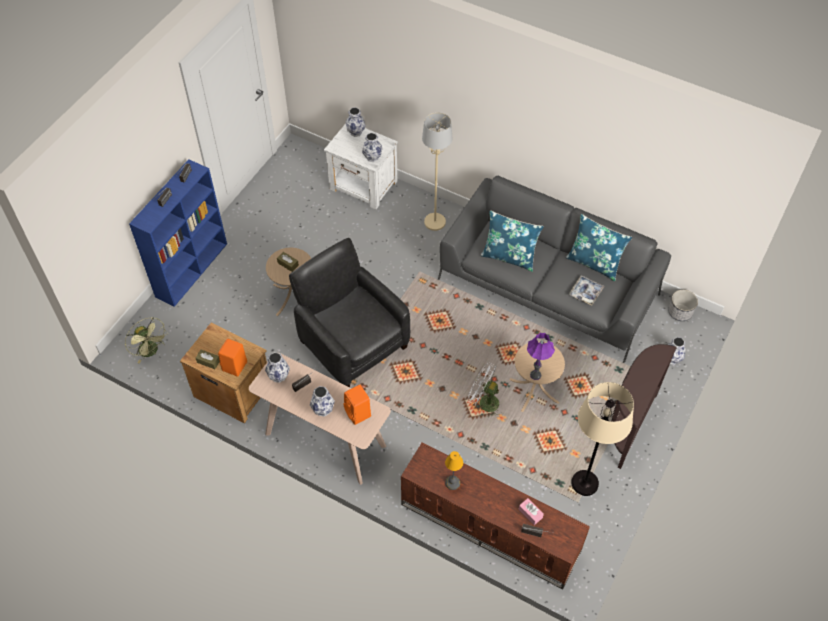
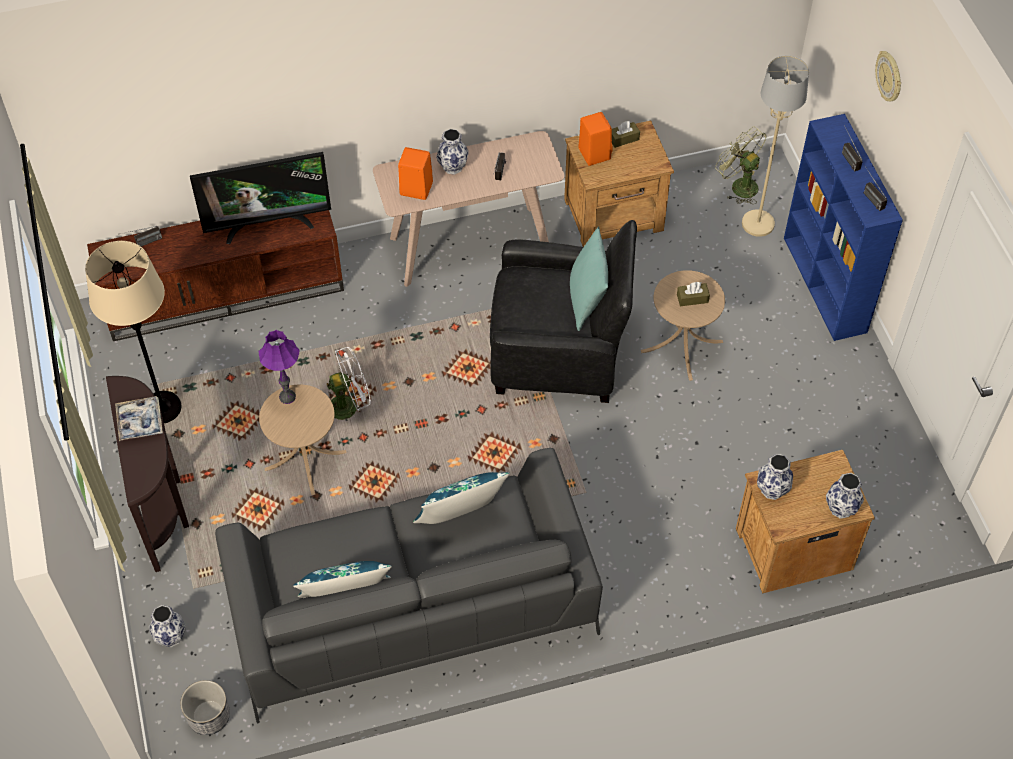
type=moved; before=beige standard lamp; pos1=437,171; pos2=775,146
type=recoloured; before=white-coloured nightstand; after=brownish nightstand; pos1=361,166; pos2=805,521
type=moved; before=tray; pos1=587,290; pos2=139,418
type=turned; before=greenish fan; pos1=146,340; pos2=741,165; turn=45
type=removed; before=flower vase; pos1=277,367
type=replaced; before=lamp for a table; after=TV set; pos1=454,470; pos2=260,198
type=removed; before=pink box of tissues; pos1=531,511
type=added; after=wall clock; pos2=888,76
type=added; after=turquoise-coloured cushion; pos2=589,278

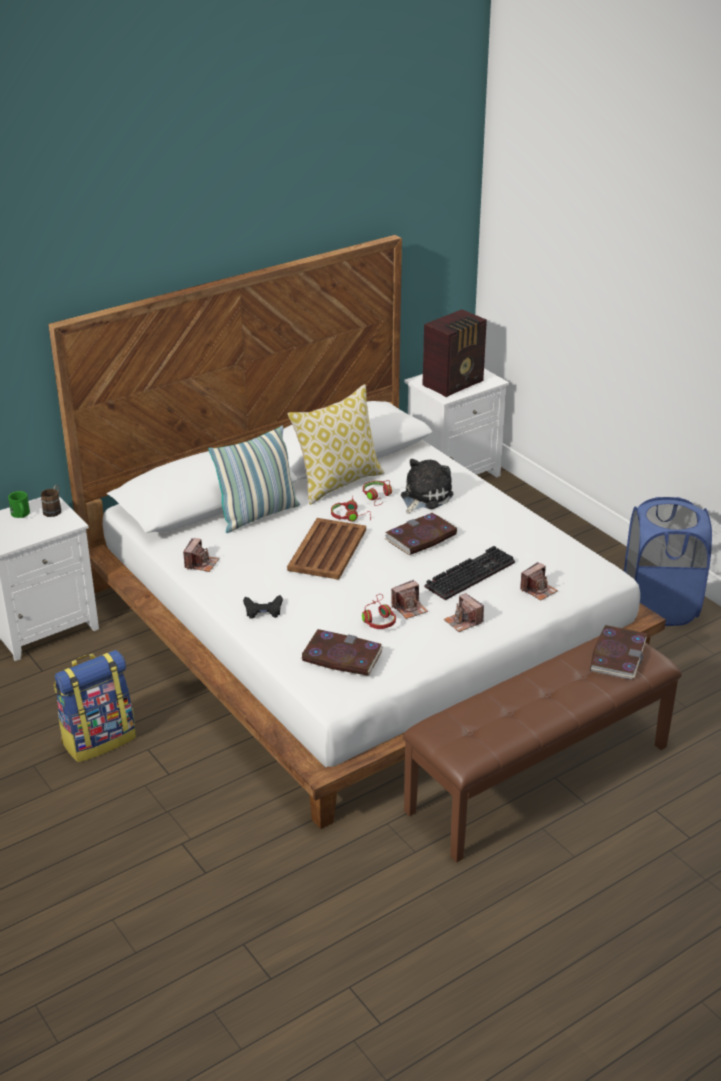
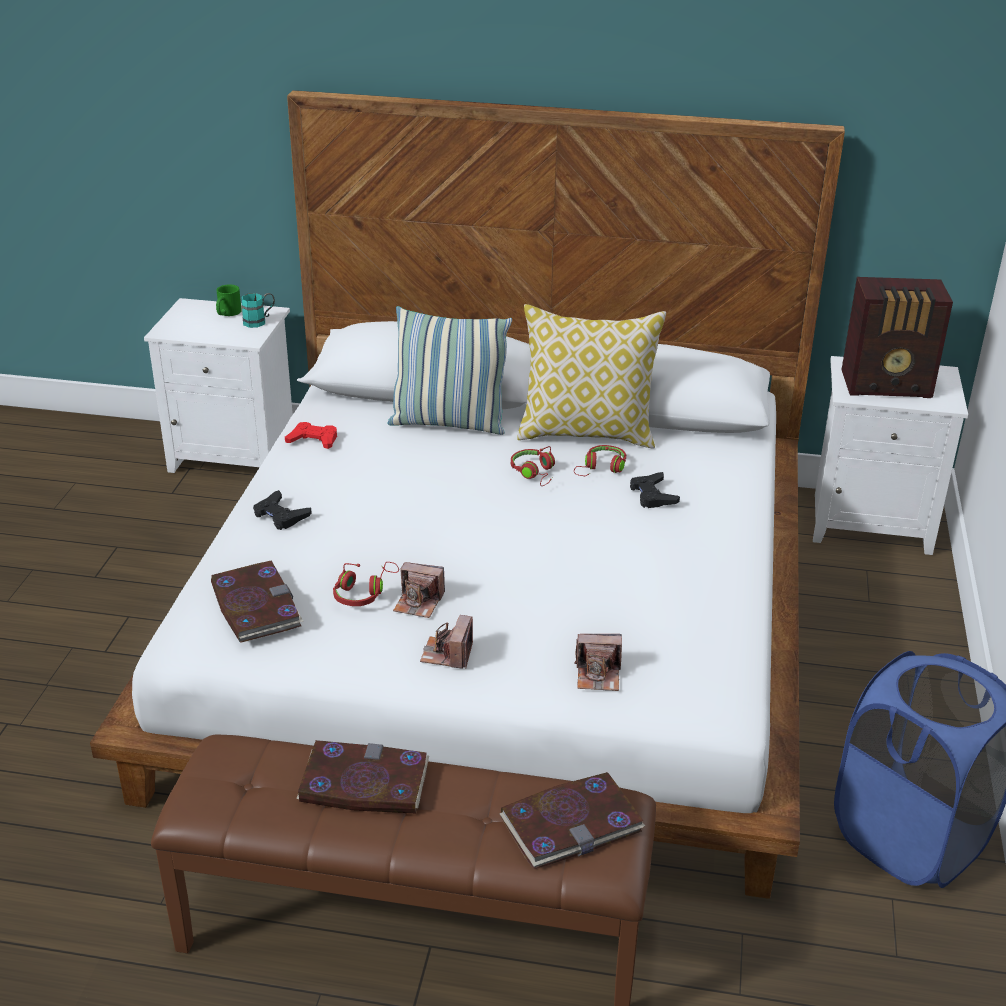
type=replaced; before=plush toy; after=black game controller; pos1=427,486; pos2=655,490
type=recoloured; before=brownish coffee mug; after=turquoise-coloured coffee mug; pos1=51,501; pos2=258,310
type=moved; before=book; pos1=420,534; pos2=362,776
type=removed; before=brownish tray; pos1=326,549
type=replaced; before=still camera; after=red-coloured game controller; pos1=201,555; pos2=311,435
type=removed; before=computer keyboard; pos1=470,573
type=removed; before=rucksack; pos1=95,706

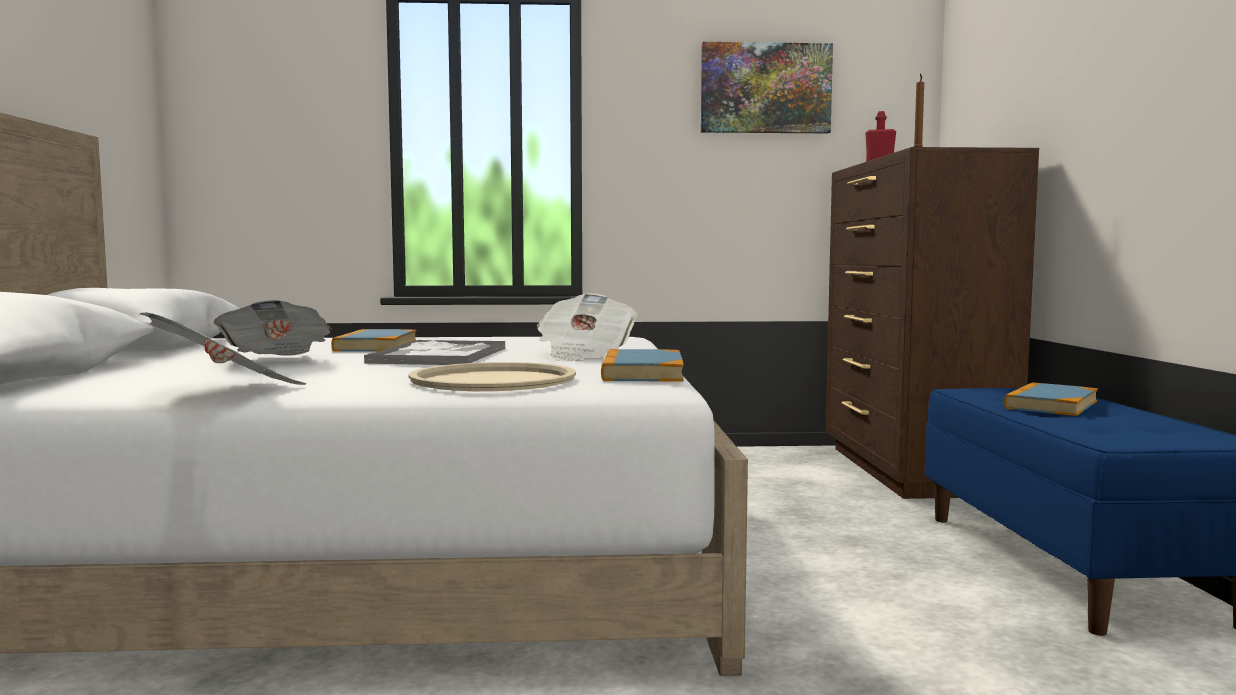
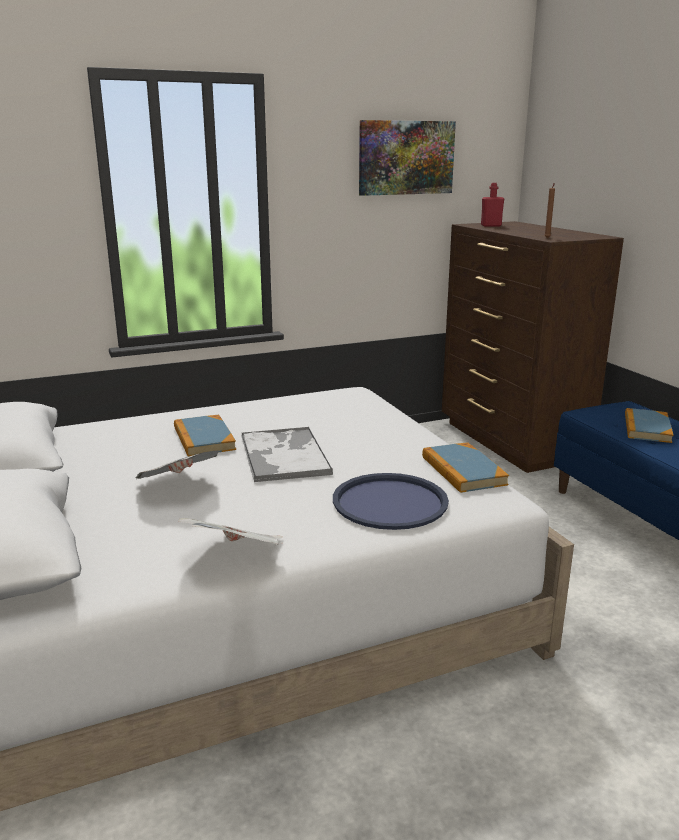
type=removed; before=printed paper; pos1=587,327
type=recoloured; before=beige tray; after=blue tray; pos1=492,376; pos2=391,501

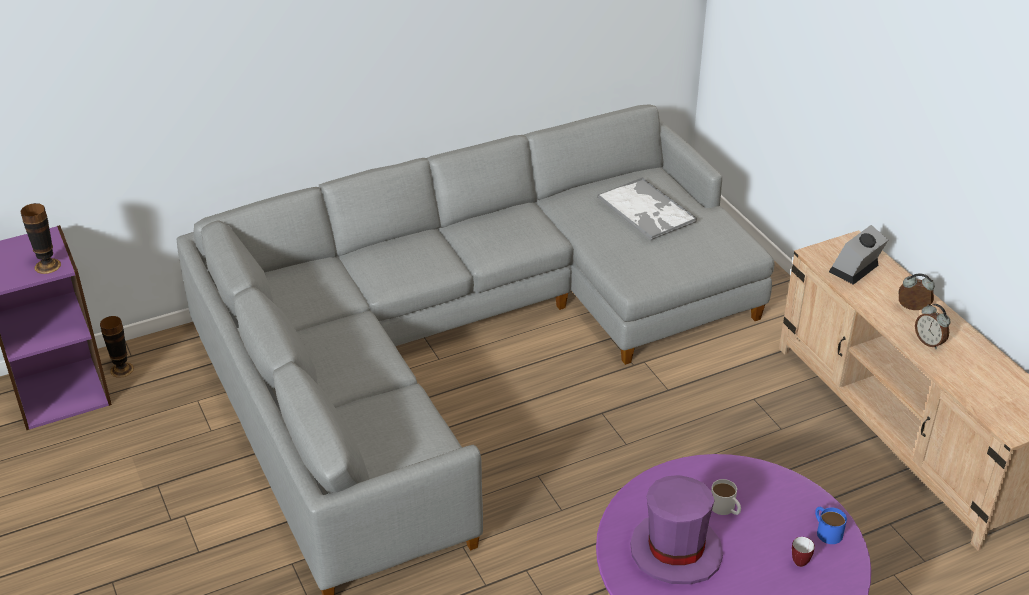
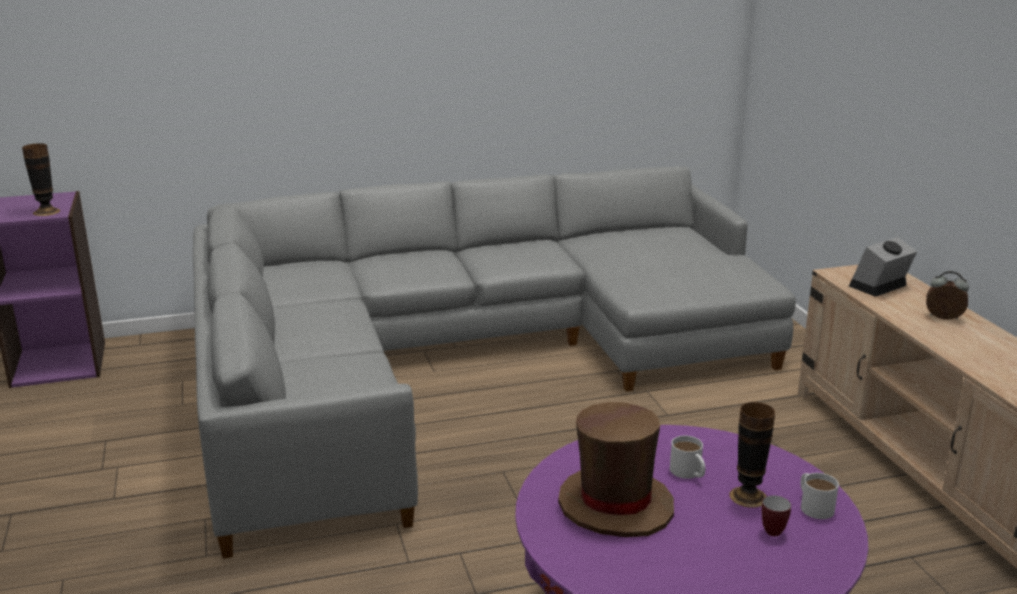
type=removed; before=tray; pos1=647,208
type=removed; before=bedside clock; pos1=933,326
type=moved; before=flower vase; pos1=117,347; pos2=752,455
type=recoloured; before=purple-coloured clothing hat; after=brownish clothing hat; pos1=677,529; pos2=616,469
type=recoloured; before=blue coffee mug; after=white-coloured coffee mug; pos1=831,525; pos2=820,496

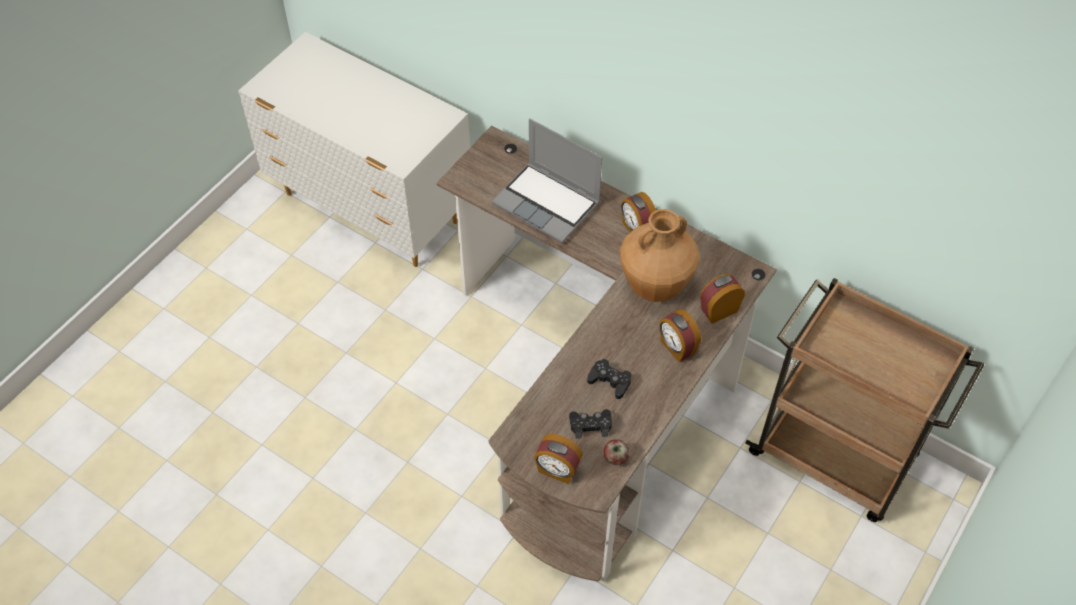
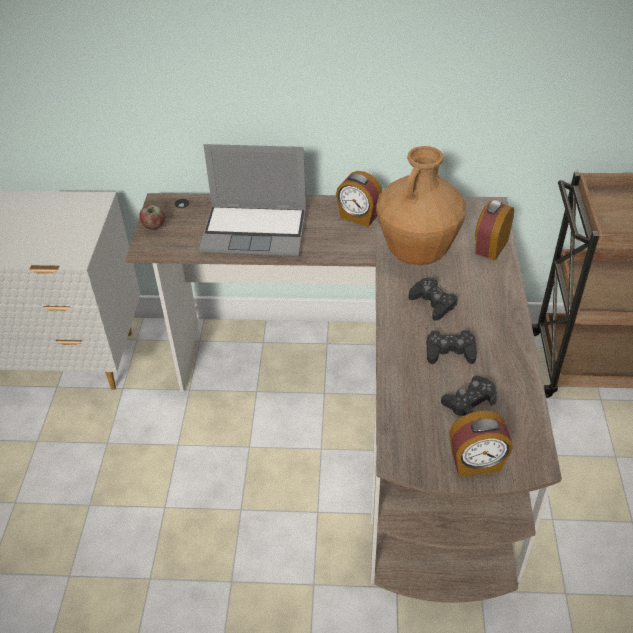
type=removed; before=bedside clock; pos1=680,335
type=moved; before=apple fruit; pos1=617,452; pos2=152,217
type=added; after=black game controller; pos2=433,299

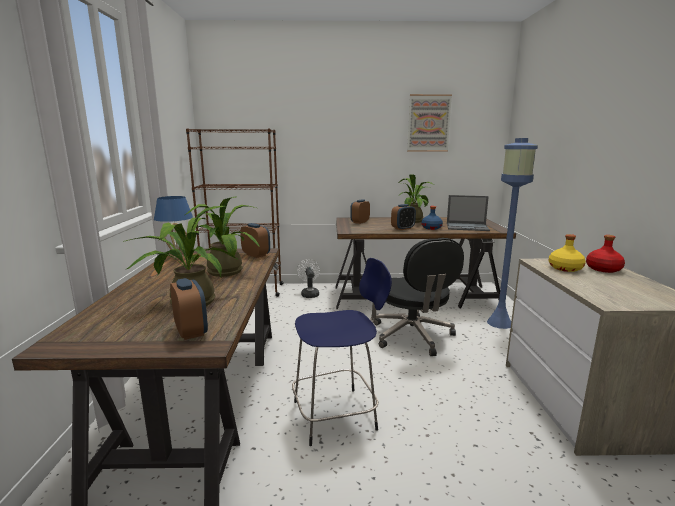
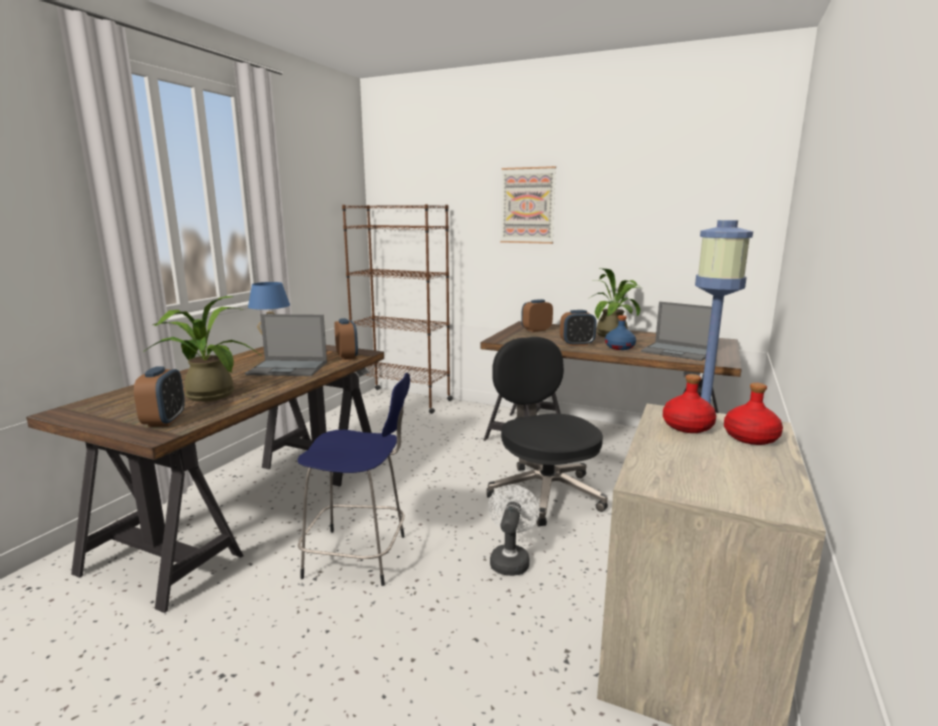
type=moved; before=wall picture; pos1=429,123; pos2=528,205
type=replaced; before=plant in a pot; after=portable computer; pos1=222,236; pos2=286,345
type=recoloured; before=yellow-coloured bottle; after=red-coloured bottle; pos1=567,253; pos2=689,403
type=turned; before=black office chair; pos1=419,297; pos2=547,431; turn=150
type=moved; before=white-coloured fan; pos1=308,278; pos2=514,530

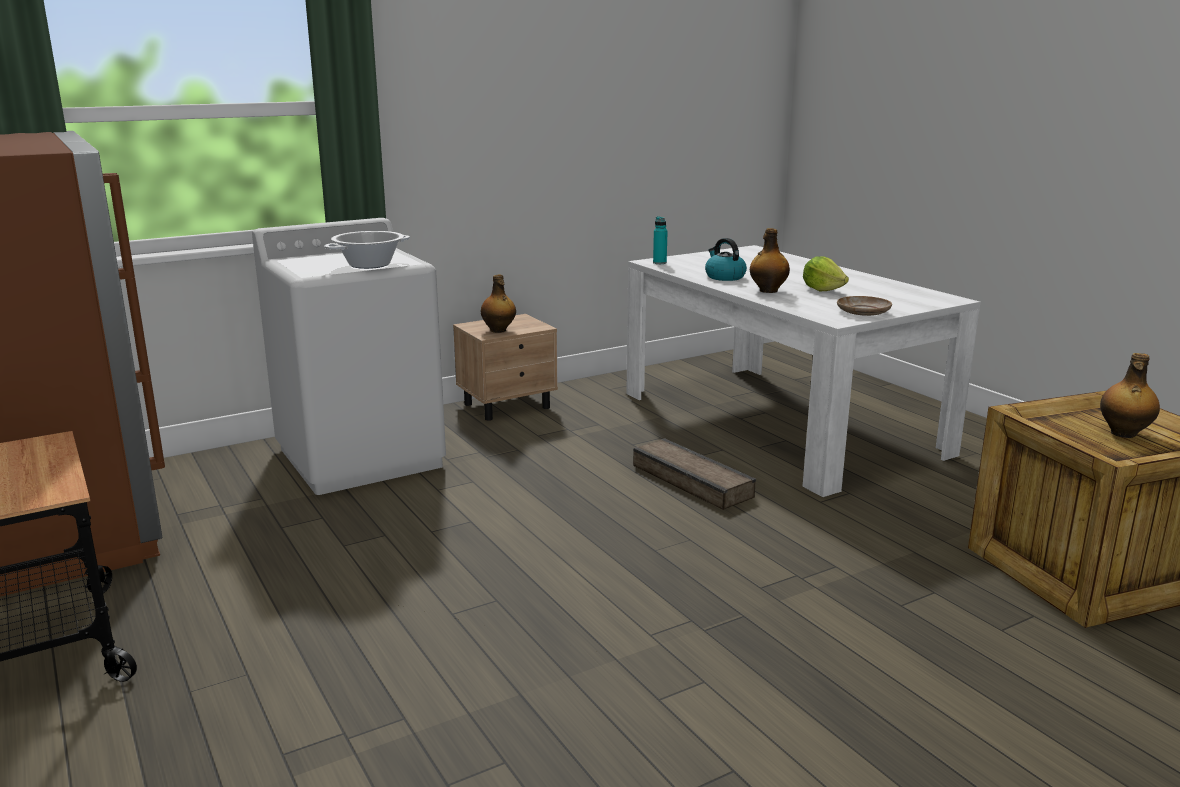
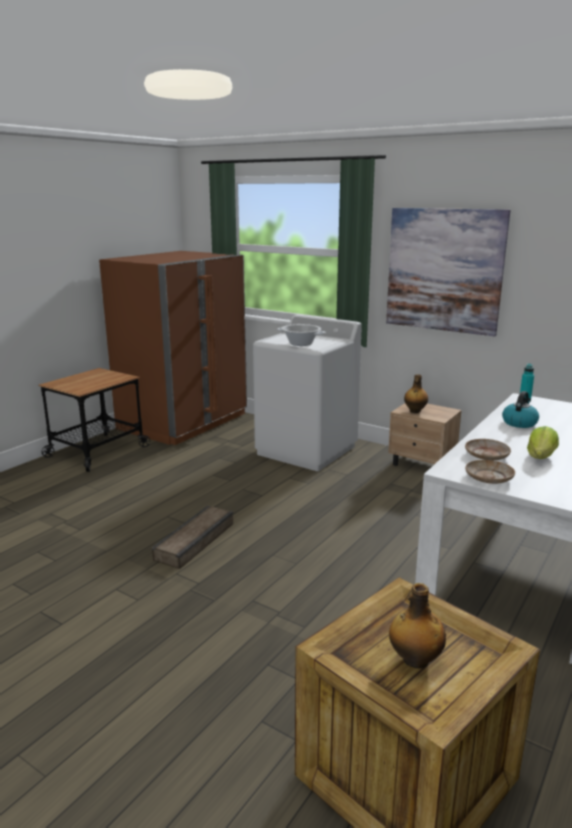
type=removed; before=bottle; pos1=770,260
type=moved; before=shipping crate; pos1=694,474; pos2=192,537
type=added; after=wall picture; pos2=448,272
type=added; after=beige dinner plate; pos2=488,449

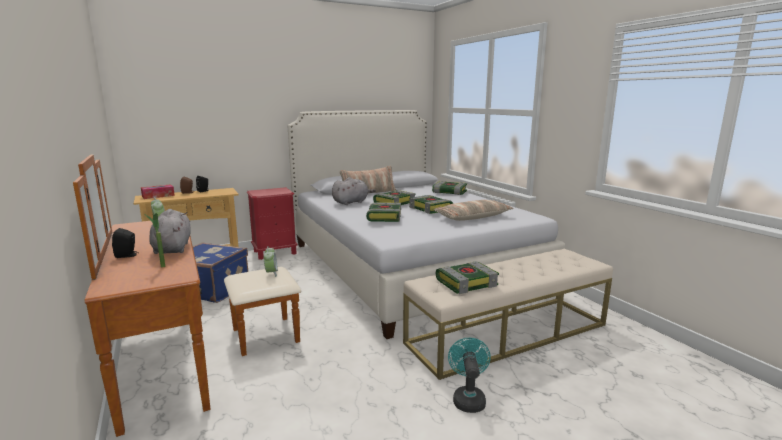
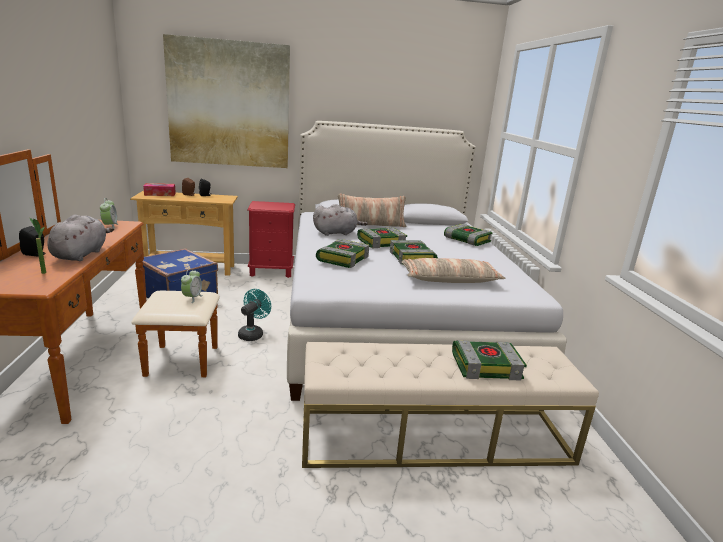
type=moved; before=book; pos1=467,278; pos2=489,360
type=moved; before=turquoise-coloured fan; pos1=469,375; pos2=254,315
type=added; after=wall picture; pos2=226,101

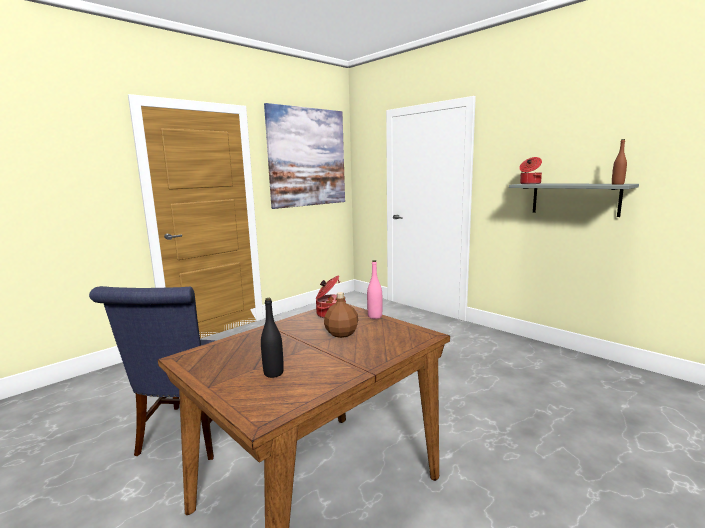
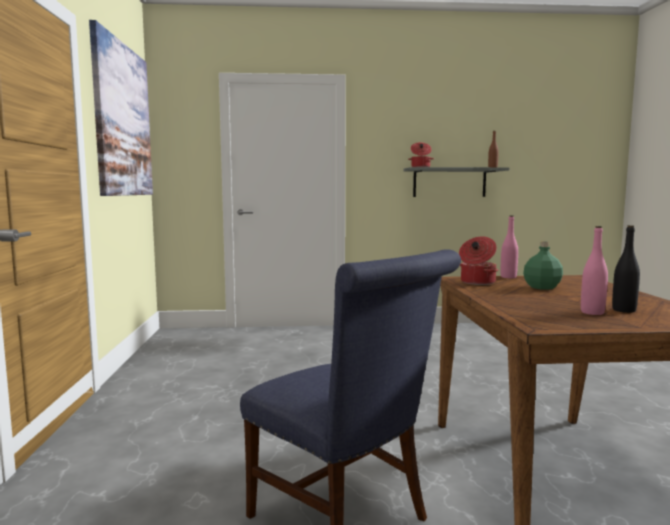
type=recoloured; before=brownish bottle; after=greenish bottle; pos1=341,315; pos2=543,266
type=added; after=pink bottle; pos2=594,270

